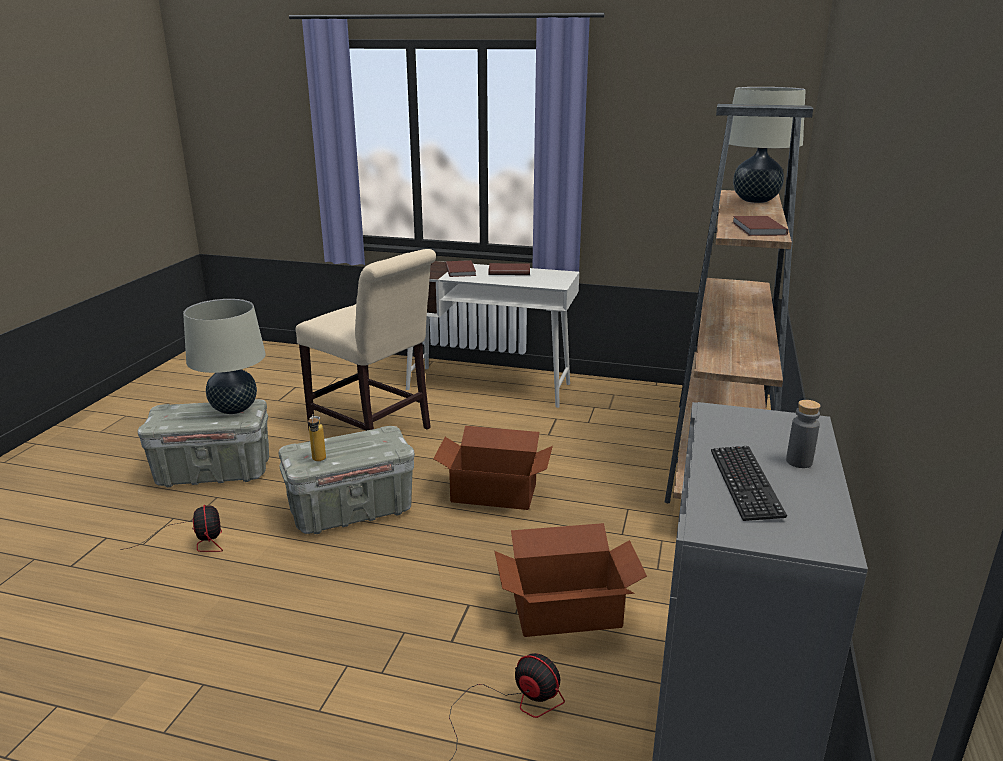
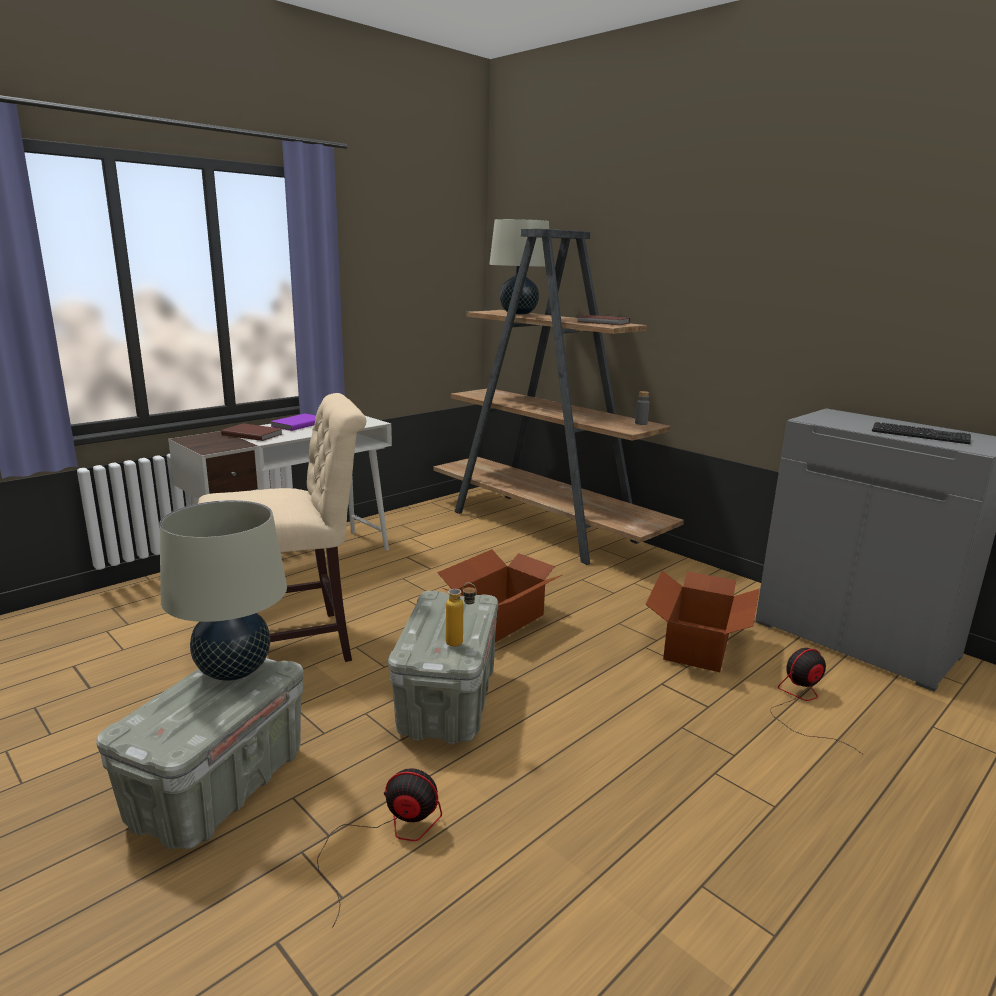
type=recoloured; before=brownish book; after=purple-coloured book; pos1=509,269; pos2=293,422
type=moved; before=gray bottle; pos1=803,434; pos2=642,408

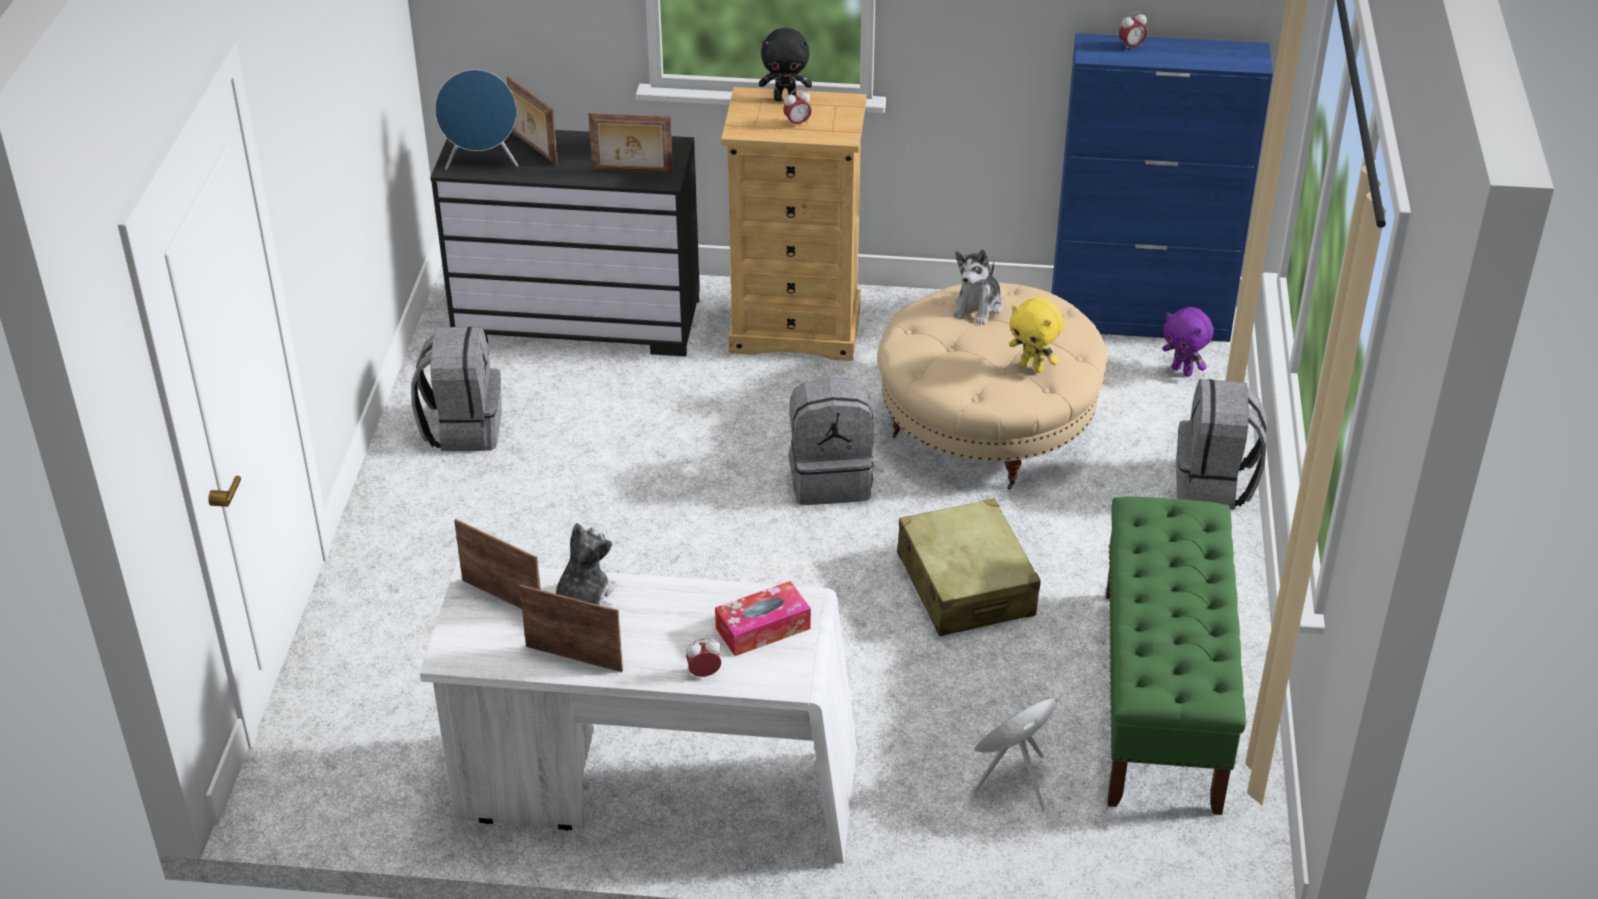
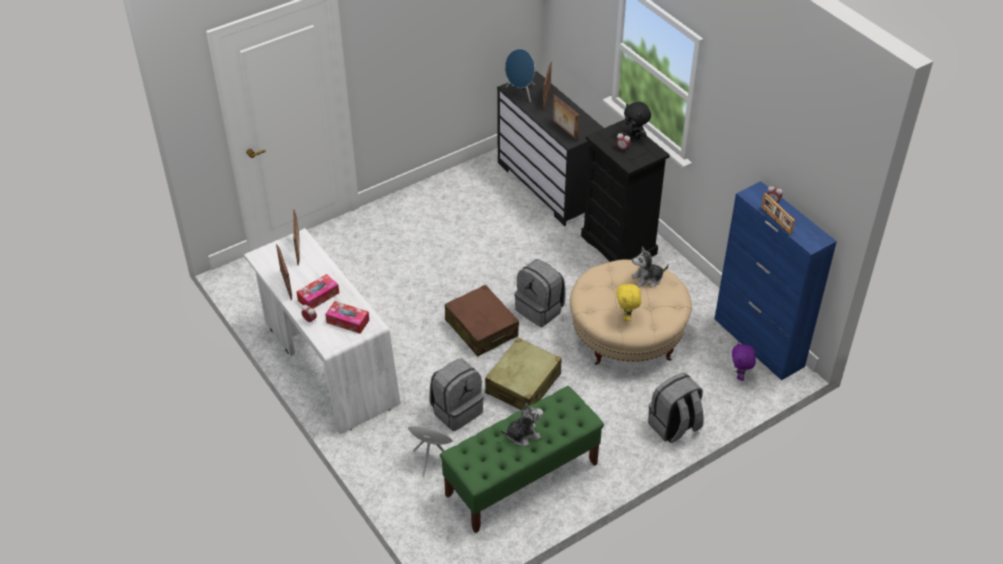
type=recoloured; before=beige dresser; after=black dresser; pos1=794,224; pos2=625,190
type=moved; before=gray rucksack; pos1=456,388; pos2=456,395
type=moved; before=plush toy; pos1=586,565; pos2=522,424
type=added; after=photo frame; pos2=778,214
type=added; after=box of tissues; pos2=317,291
type=added; after=brownish suitcase; pos2=482,321

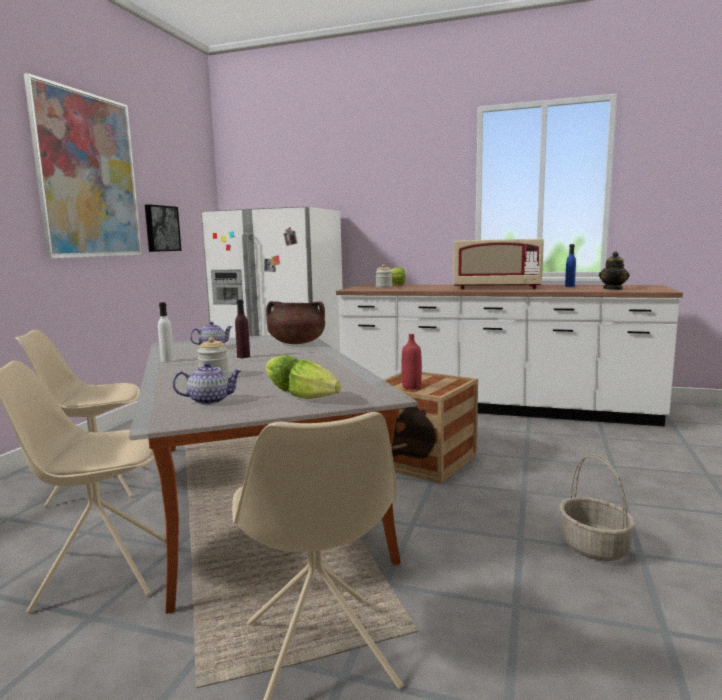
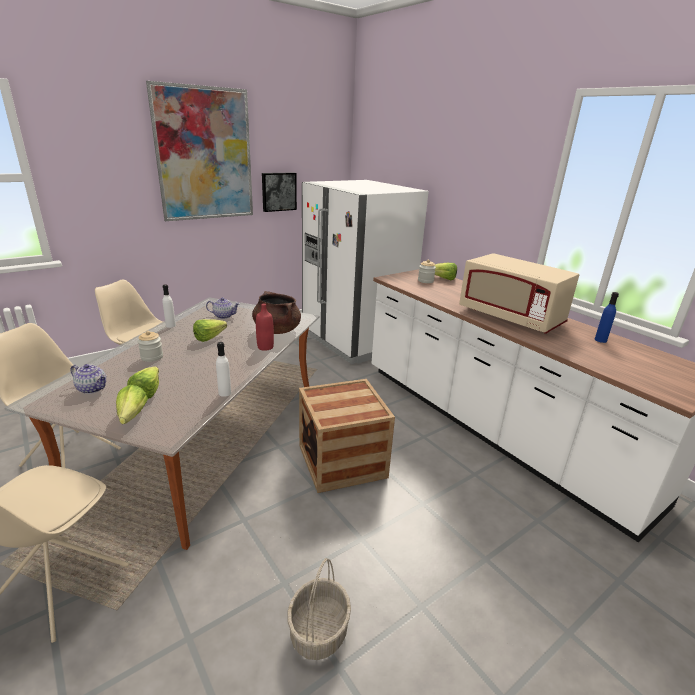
type=removed; before=teapot; pos1=614,271
type=replaced; before=purple-coloured bottle; after=lettuce head; pos1=242,328; pos2=210,330
type=moved; before=red-coloured bottle; pos1=412,361; pos2=265,327
type=added; after=white-coloured bottle; pos2=223,369

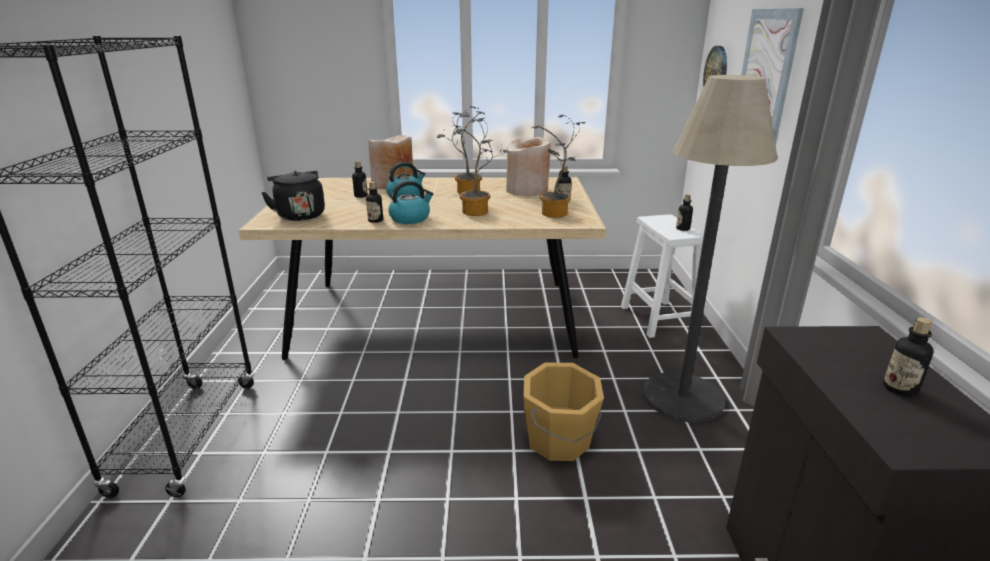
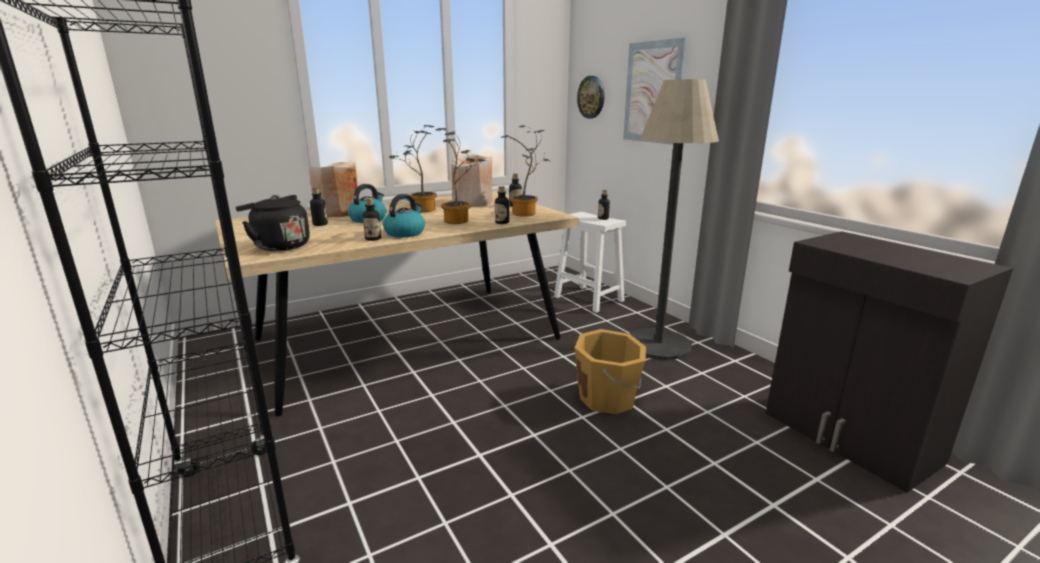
type=moved; before=bottle; pos1=908,357; pos2=502,205

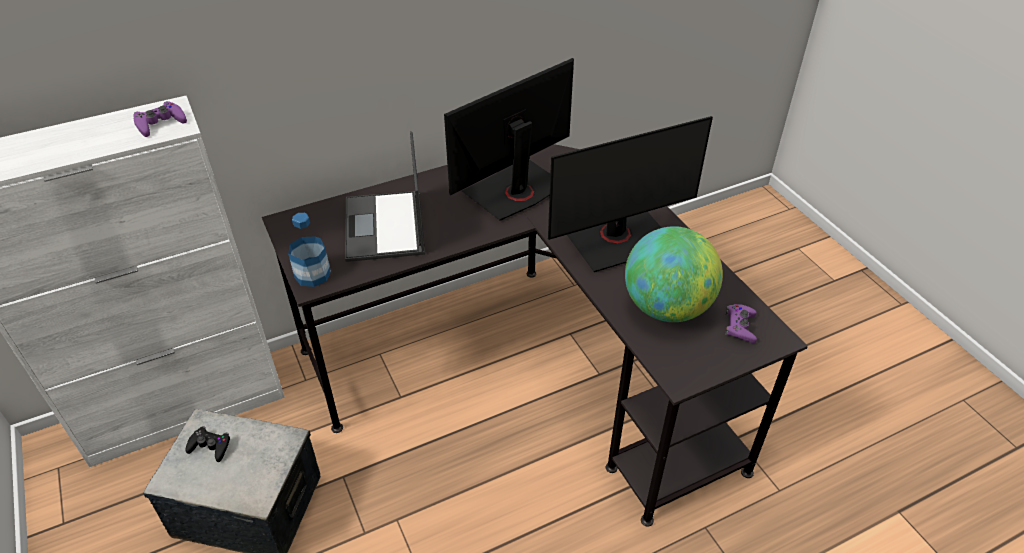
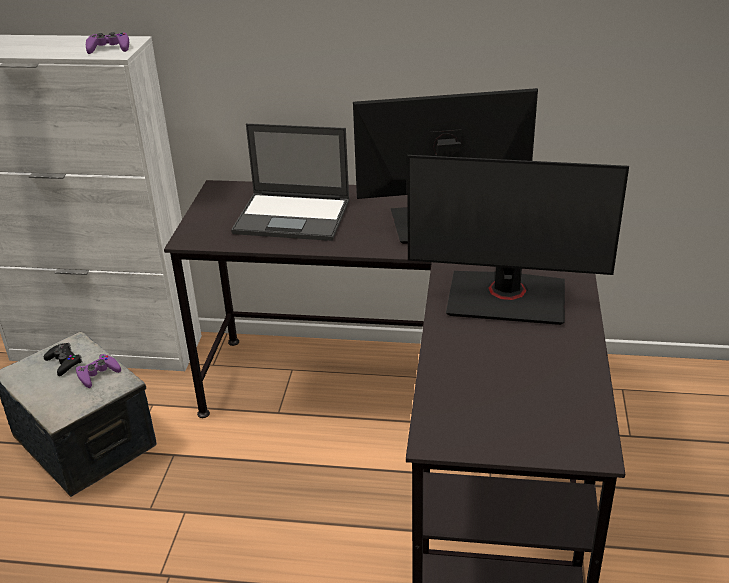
type=turned; before=portable computer; pos1=385,196; pos2=290,182; turn=-105
type=removed; before=bottle; pos1=309,250
type=removed; before=world globe; pos1=674,274
type=moved; before=purple-coloured game controller; pos1=741,323; pos2=98,371

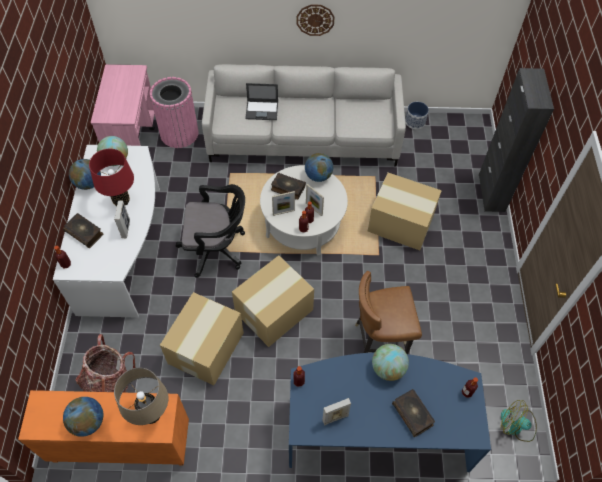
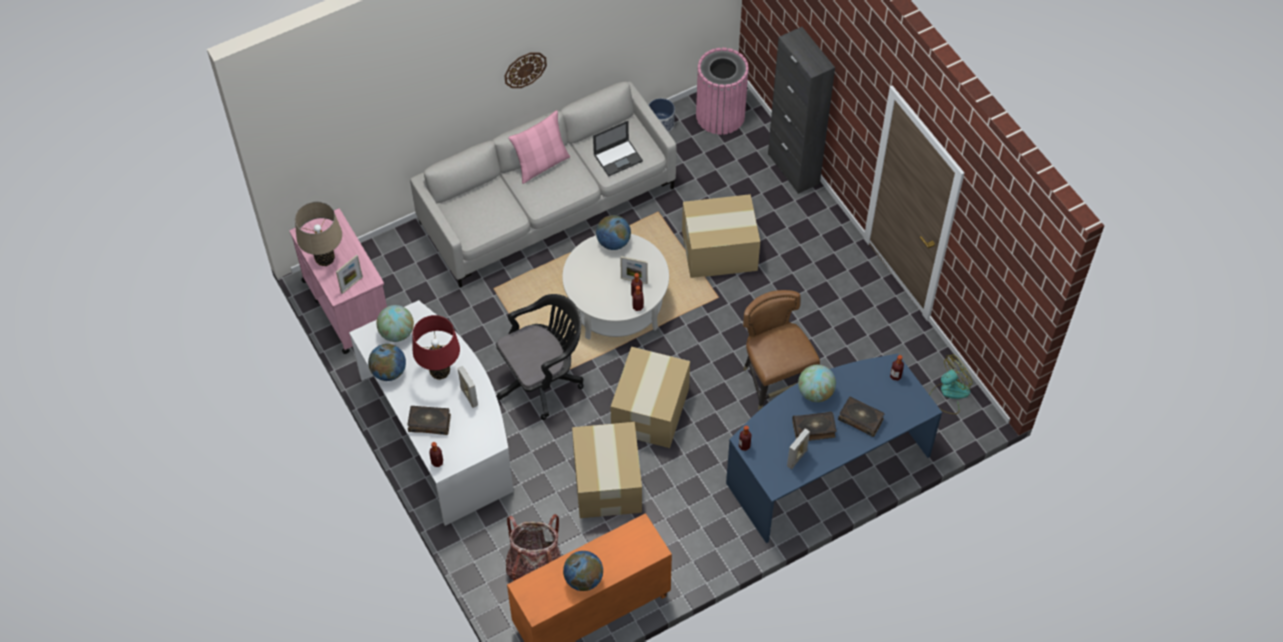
type=moved; before=pink rubbish bin; pos1=174,112; pos2=722,91
type=moved; before=portable computer; pos1=261,101; pos2=618,149
type=moved; before=book; pos1=288,186; pos2=814,426
type=moved; before=photo frame; pos1=283,203; pos2=349,274
type=turned; before=brownish upright chair; pos1=388,312; pos2=781,350; turn=105
type=moved; before=beige lamp for a table; pos1=141,396; pos2=318,234
type=turned; before=fan; pos1=519,421; pos2=951,384; turn=150
type=added; after=pink cushion; pos2=539,147

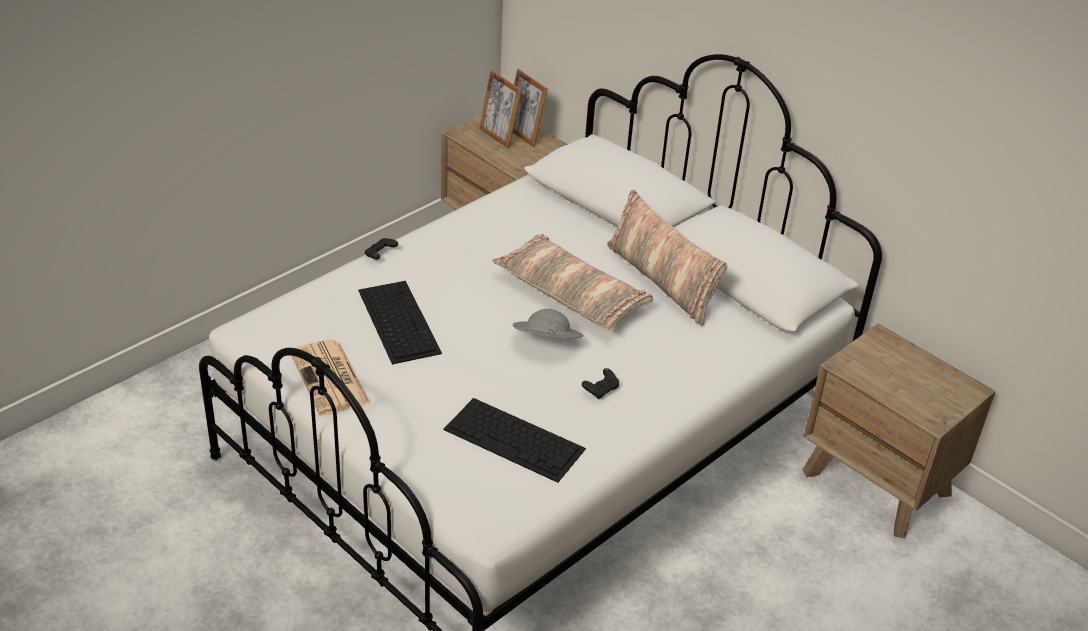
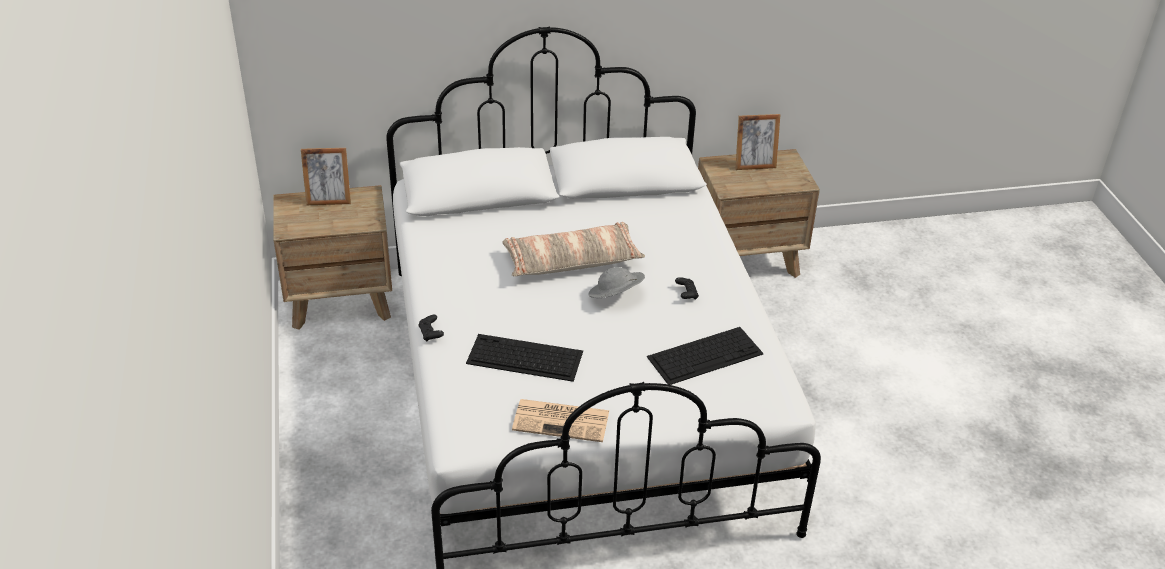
type=moved; before=photo frame; pos1=500,109; pos2=758,142
type=removed; before=cushion; pos1=667,258

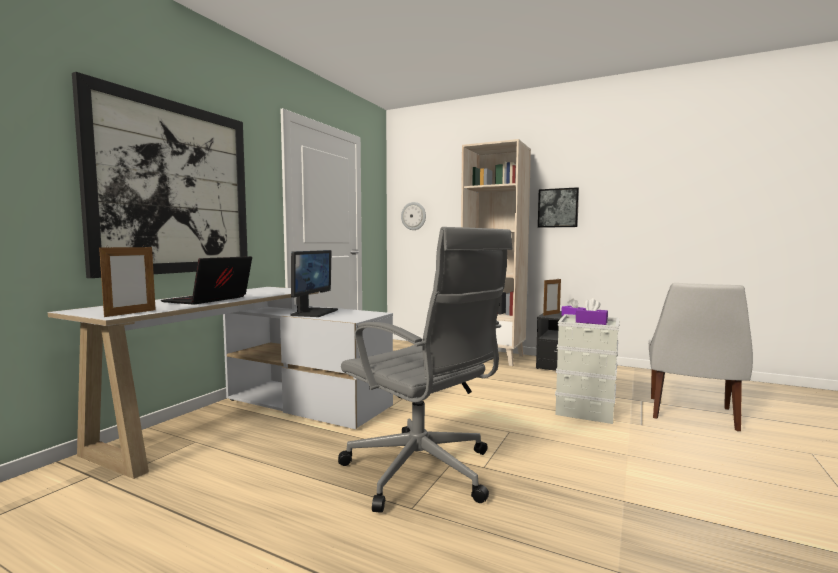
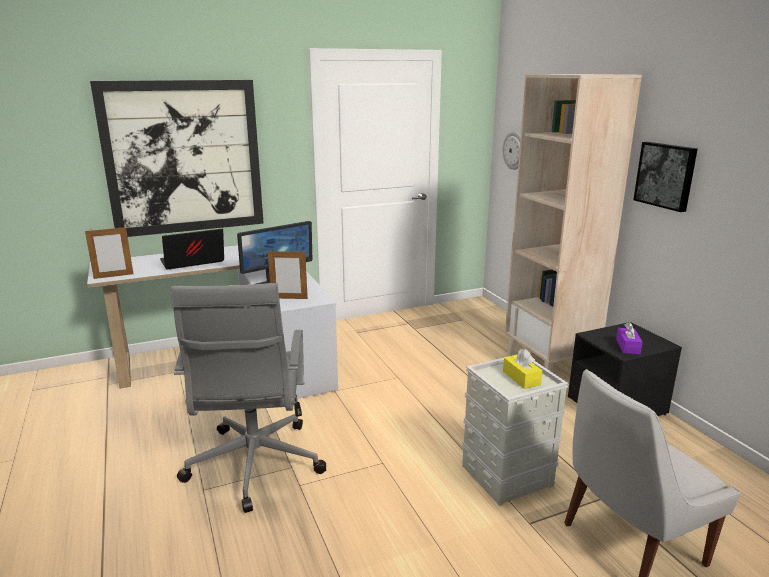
type=moved; before=photo frame; pos1=552,297; pos2=288,274
type=recoloured; before=purple-coloured box of tissues; after=yellow-coloured box of tissues; pos1=592,311; pos2=523,369

